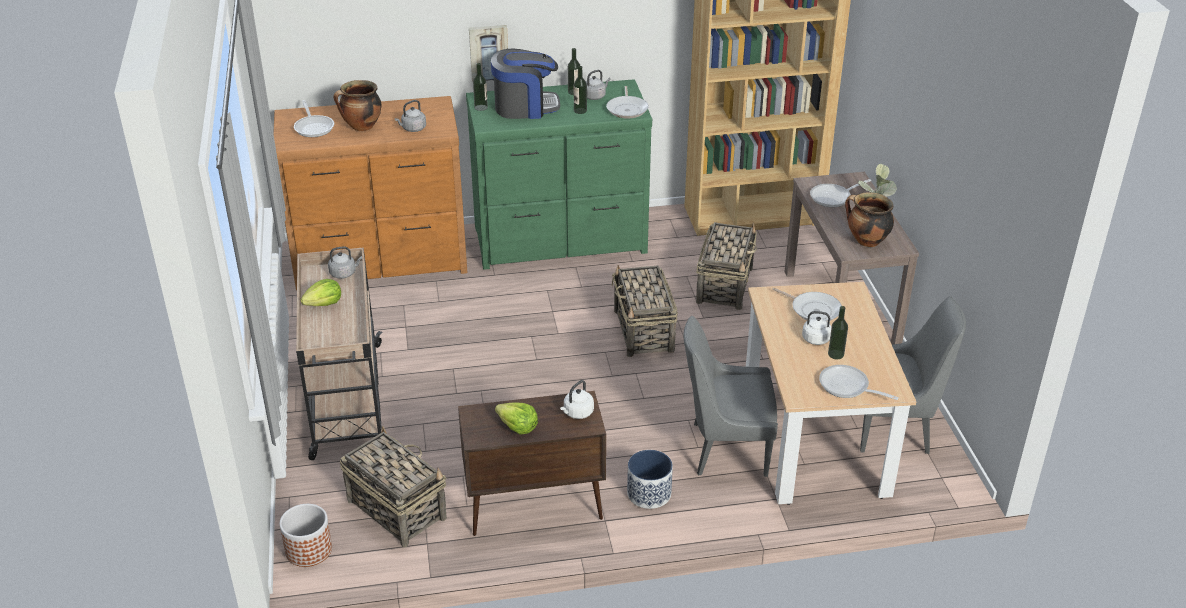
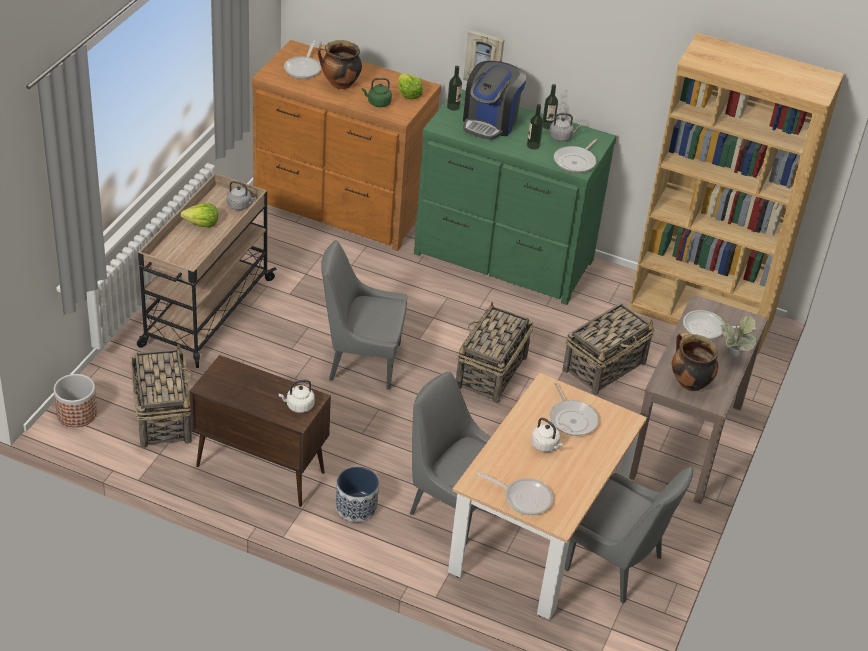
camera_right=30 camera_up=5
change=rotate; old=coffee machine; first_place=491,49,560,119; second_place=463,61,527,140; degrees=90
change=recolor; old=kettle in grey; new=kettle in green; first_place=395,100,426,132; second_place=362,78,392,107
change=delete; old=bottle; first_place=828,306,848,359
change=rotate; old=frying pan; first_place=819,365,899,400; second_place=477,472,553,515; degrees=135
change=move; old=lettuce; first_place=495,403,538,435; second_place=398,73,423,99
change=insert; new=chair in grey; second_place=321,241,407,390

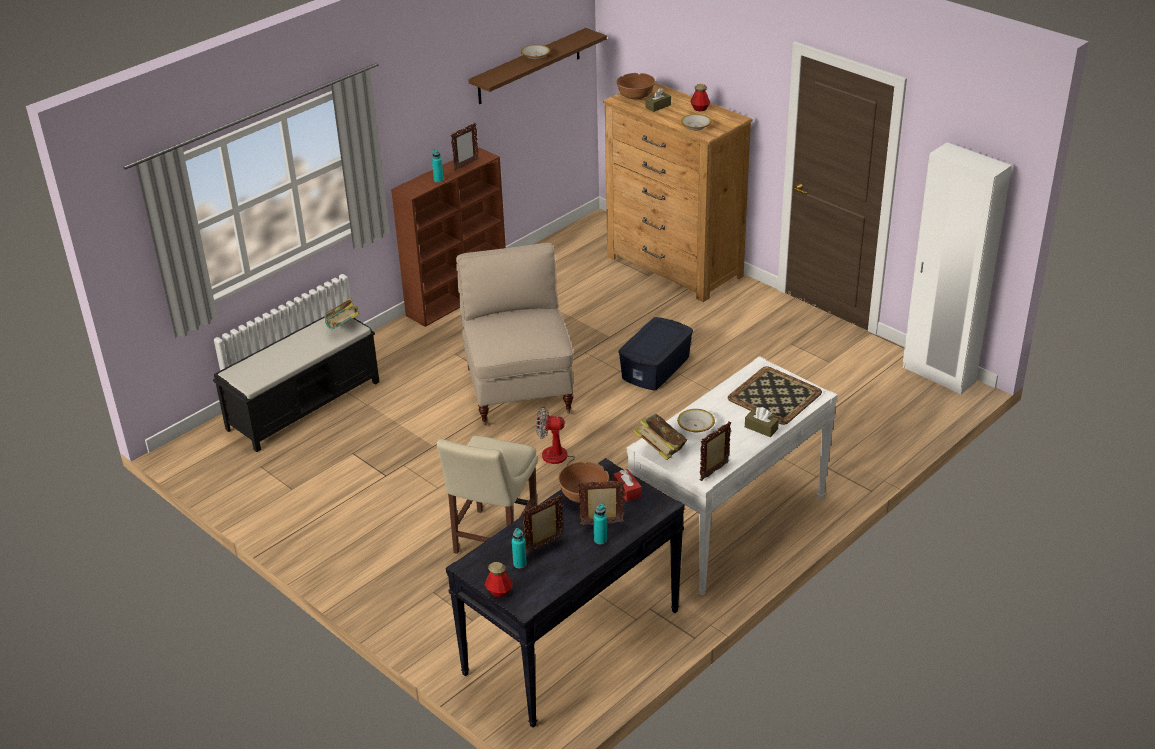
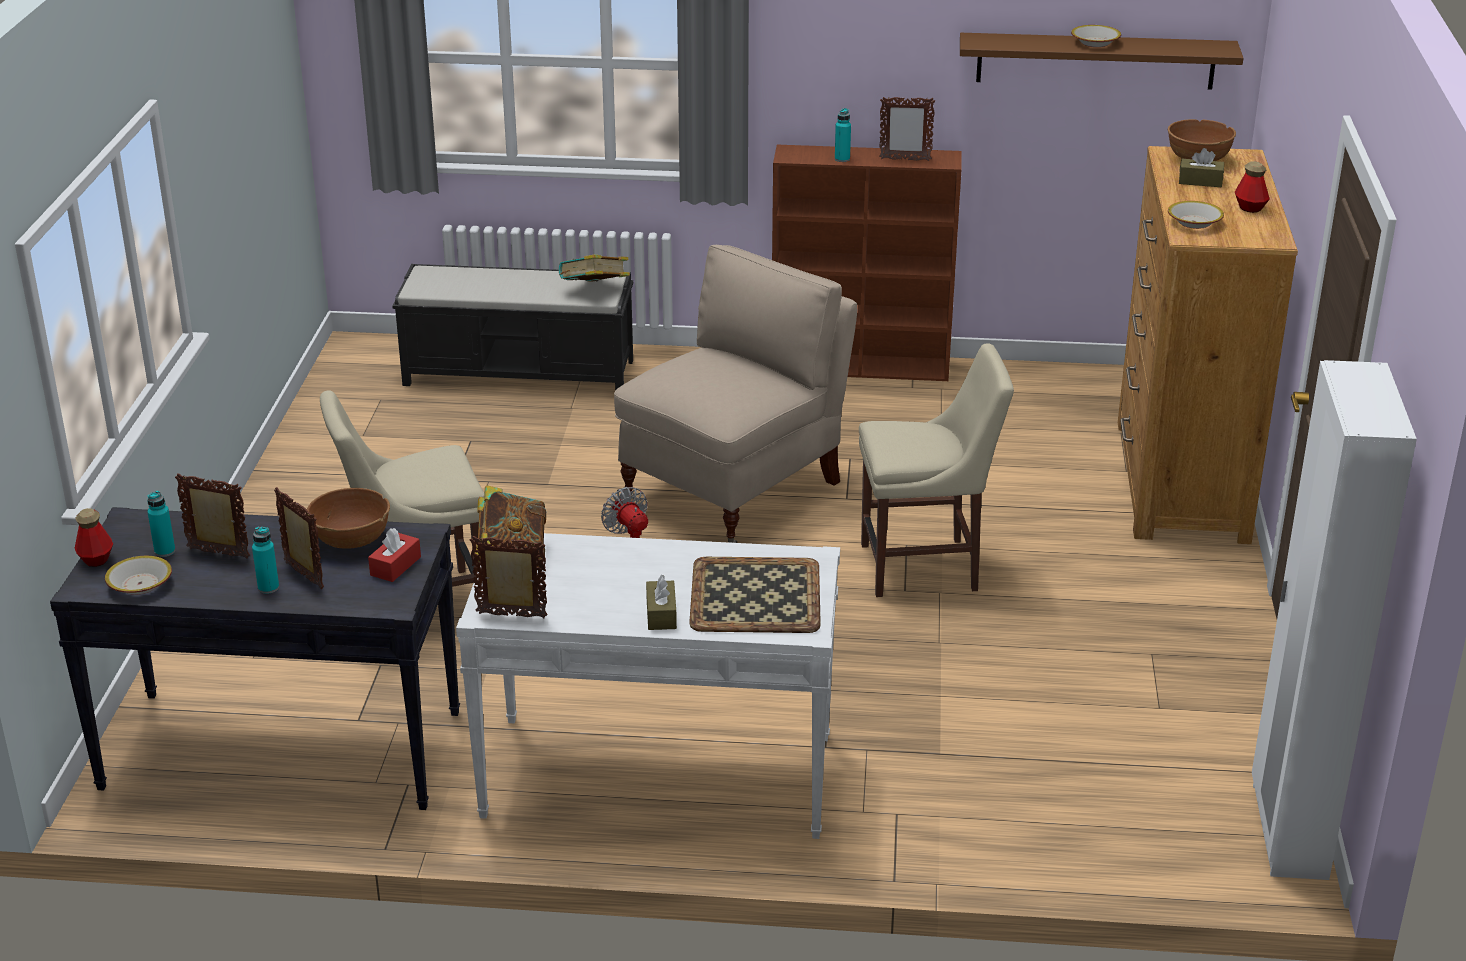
camera_right=50 camera_up=-5
change=replace; old=storage box in blue; new=chair in beige; first_place=618,317,693,390; second_place=859,343,1014,597
change=move; old=bowl; first_place=677,409,715,433; second_place=105,556,172,595

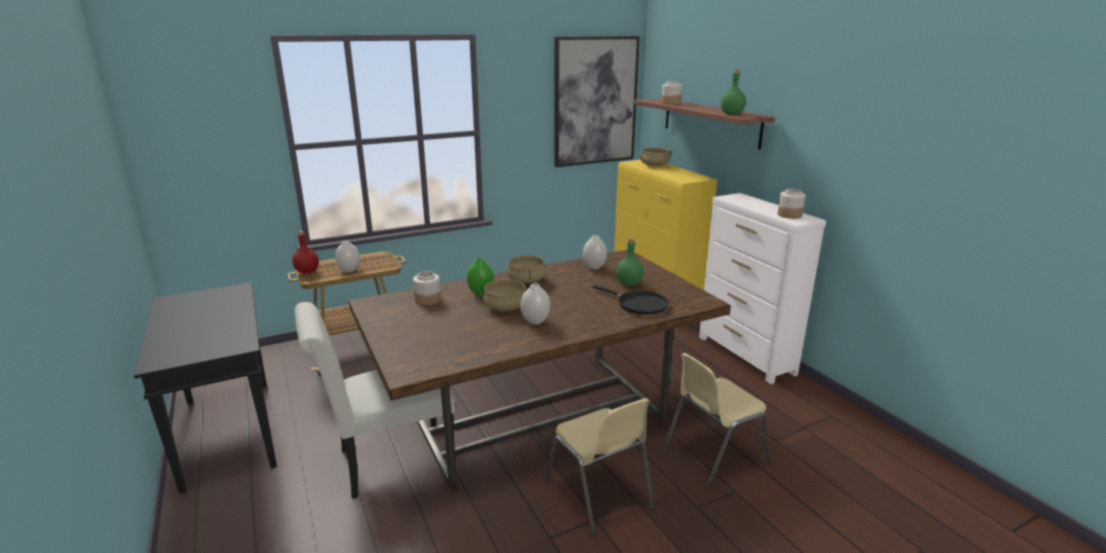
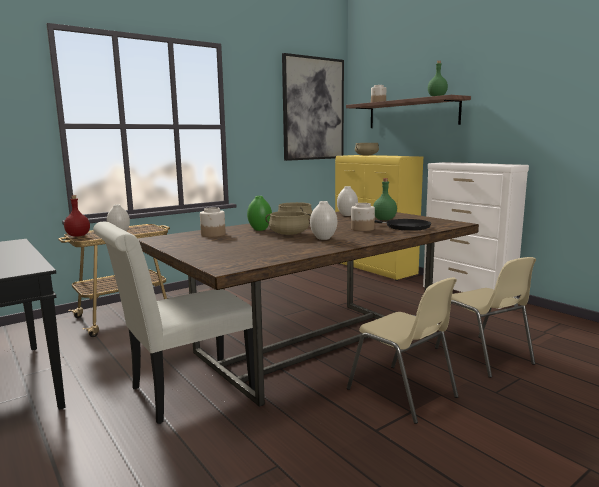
camera_right=-10 camera_up=-10
change=move; old=jar; first_place=778,189,805,219; second_place=351,203,375,231
change=rotate; old=chair in beige; first_place=663,353,770,489; second_place=435,257,536,378; degrees=-75

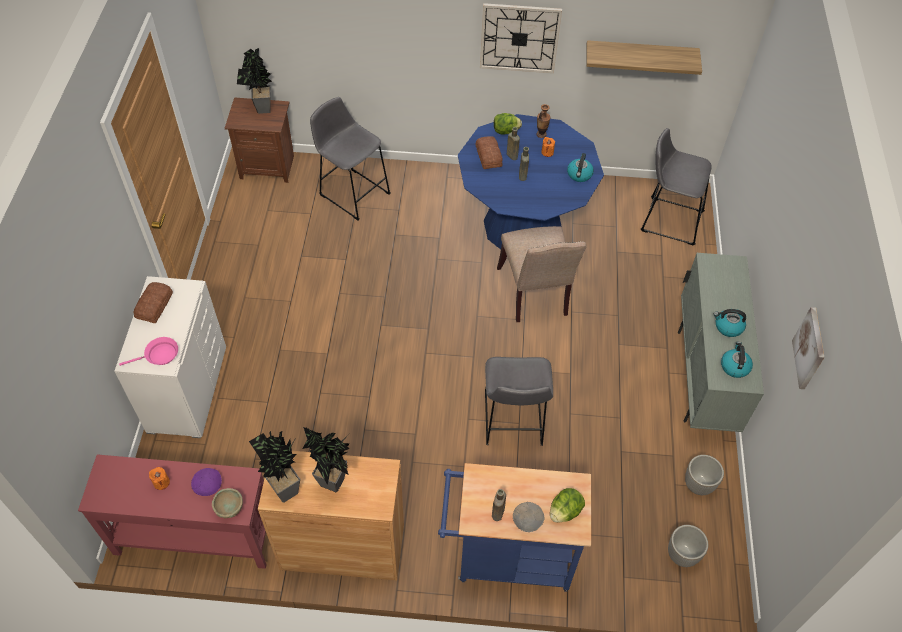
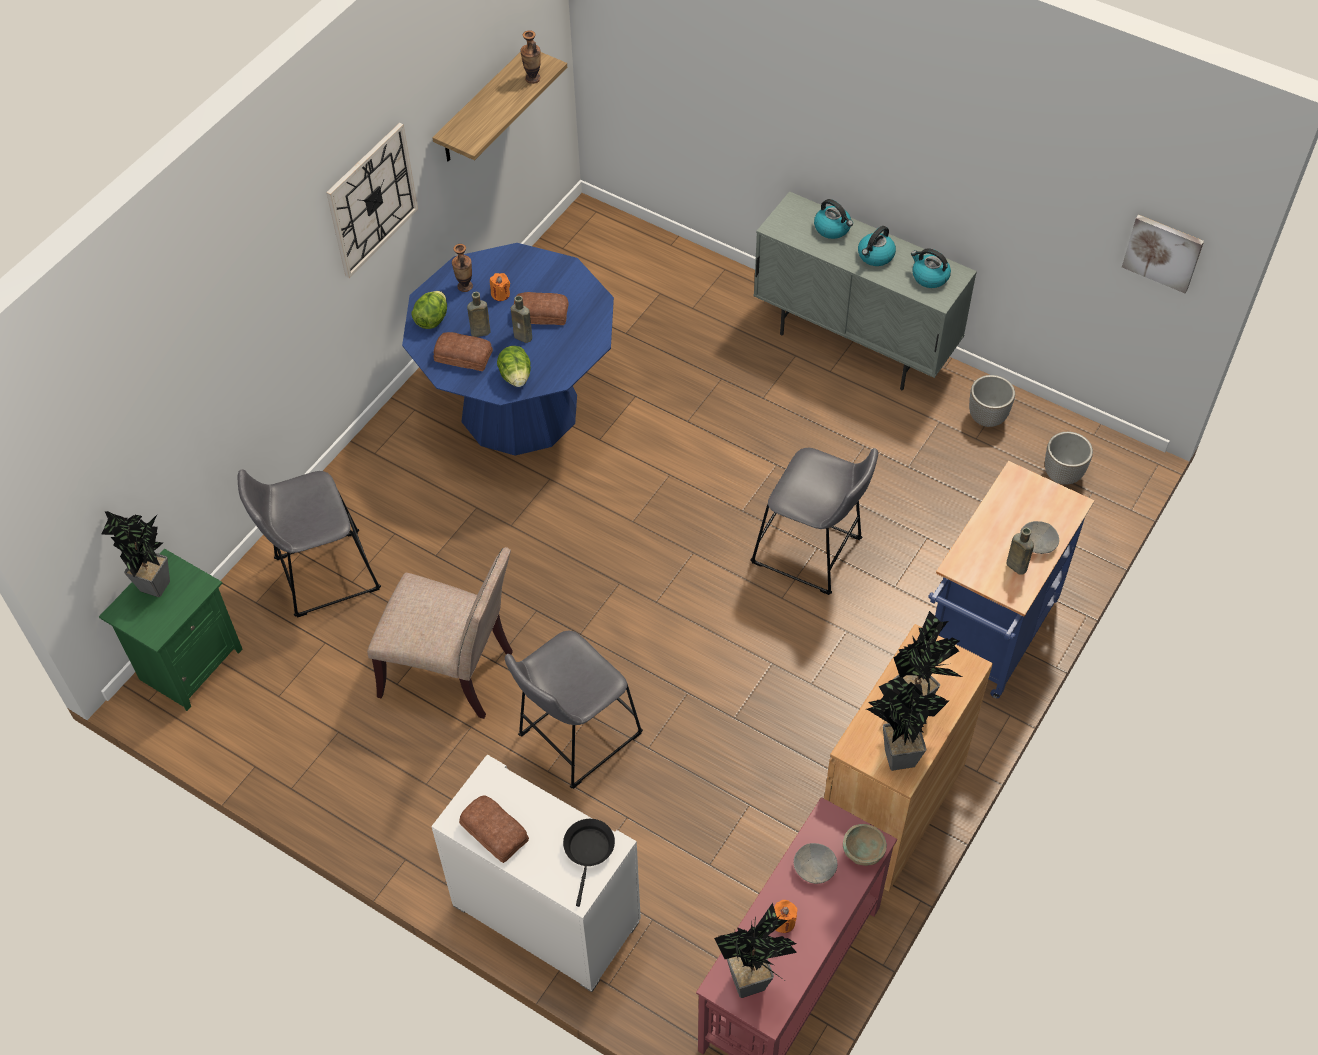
camera_right=-60 camera_up=0
change=recolor; old=nightstand in brown; new=nightstand in green; first_place=225,97,294,183; second_place=99,549,243,711
change=move; old=stool in grey; first_place=641,128,712,246; second_place=505,631,643,789
change=move; old=kettle; first_place=567,153,594,182; second_place=814,199,853,239
change=move; old=chair in beige; first_place=497,226,586,322; second_place=367,547,513,719
change=move; old=picture; first_place=792,307,825,389; second_place=1122,215,1204,293
change=recolor; old=frying pan in pink; new=frying pan in black; first_place=119,337,178,366; second_place=563,819,615,907
change=recolor; old=bowl in purple; new=bowl in grey; first_place=191,468,222,496; second_place=794,843,837,884
change=move; old=lettuce; first_place=550,488,585,523; second_place=497,346,531,387
change=insert; new=vase; second_place=520,30,541,84
change=insert; new=bread; second_place=514,292,569,325
change=insert; new=potted plant; second_place=714,903,797,998

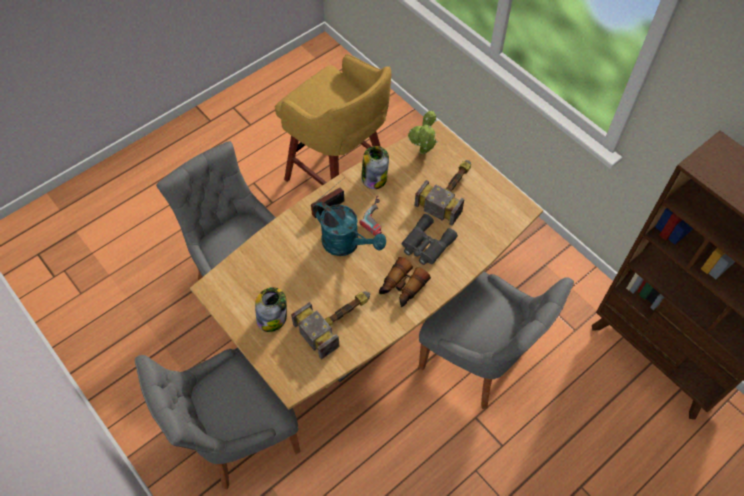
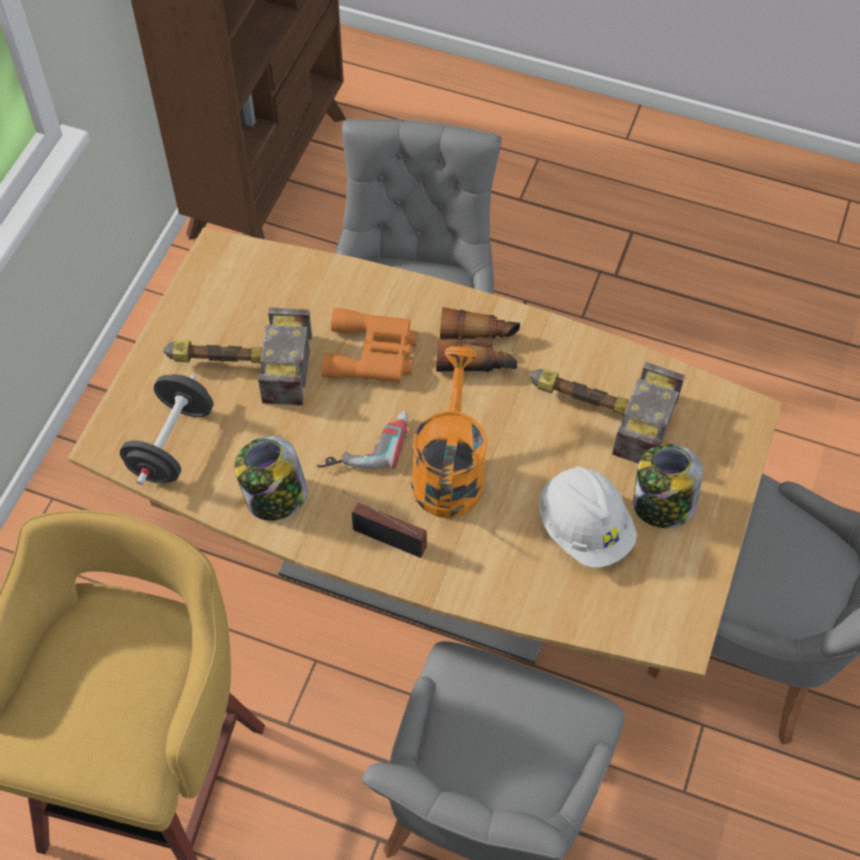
camera_right=-120 camera_up=0
change=replace; old=potted plant; new=dumbbell in black; first_place=408,109,438,155; second_place=120,374,213,485
change=recolor; old=watering can in turquoise; new=watering can in orange; first_place=313,202,386,256; second_place=411,346,487,518
change=recolor; old=binoculars in grey; new=binoculars in orange; first_place=402,214,458,265; second_place=322,308,418,383
change=insert; new=hard hat in white; second_place=539,466,637,568

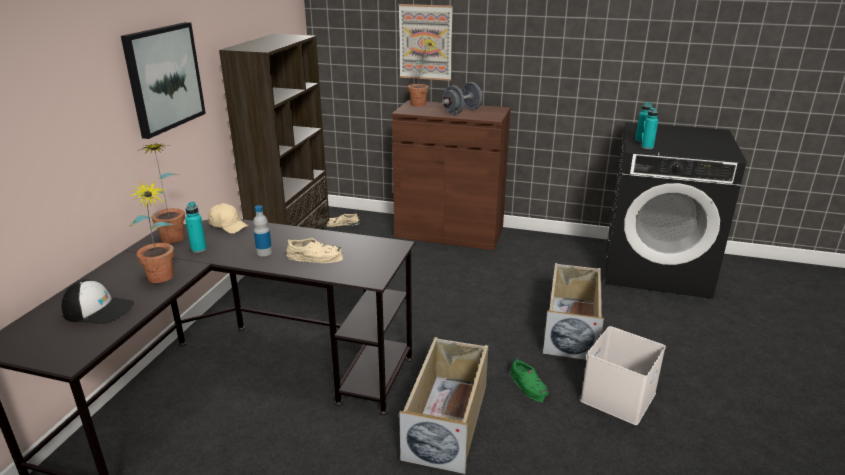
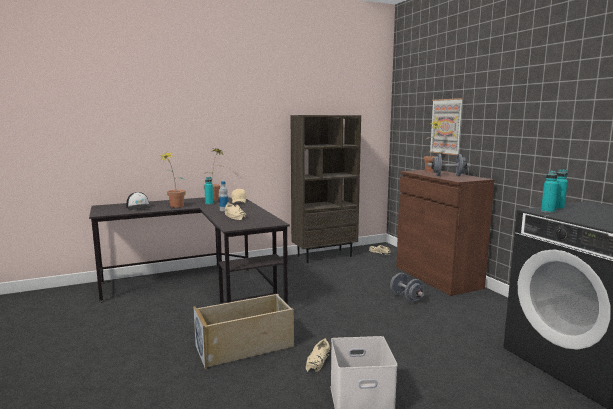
camera_right=50 camera_up=-15
change=delete; old=picture; first_place=121,22,206,139
change=delete; old=storage box in beige; first_place=543,263,604,360
change=recolor; old=shoe in green; new=shoe in beige; first_place=510,358,549,402; second_place=306,337,331,372
change=insert; new=dumbbell in grey; second_place=390,273,424,303

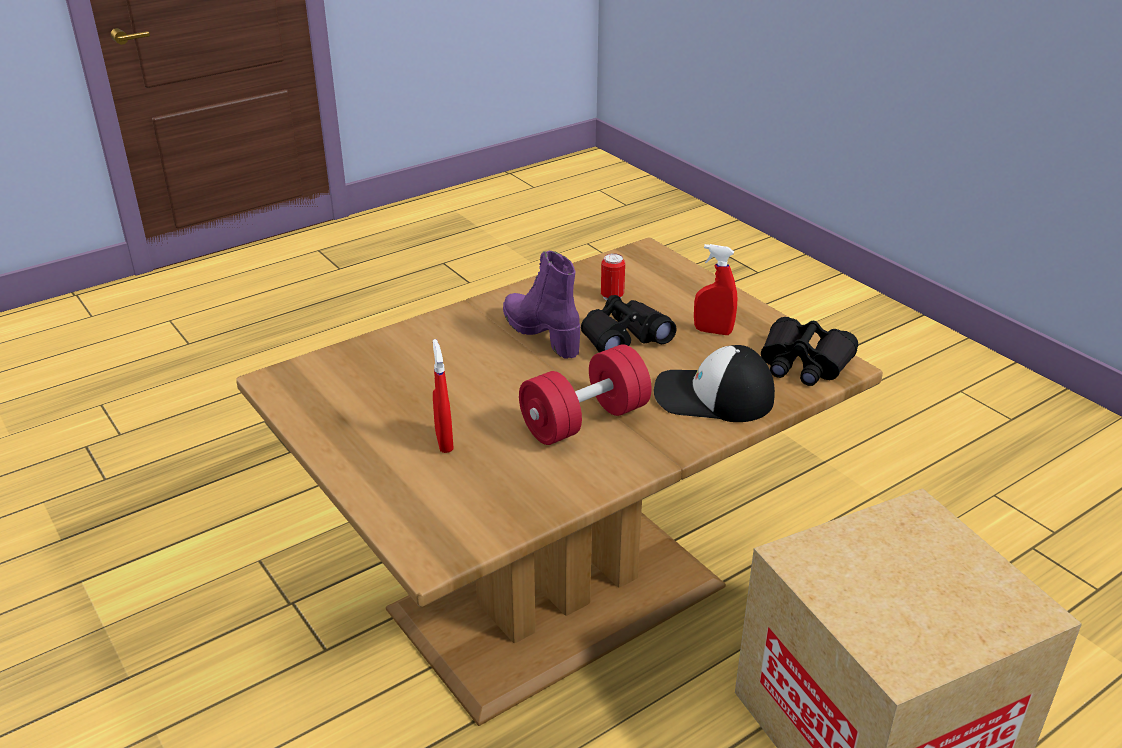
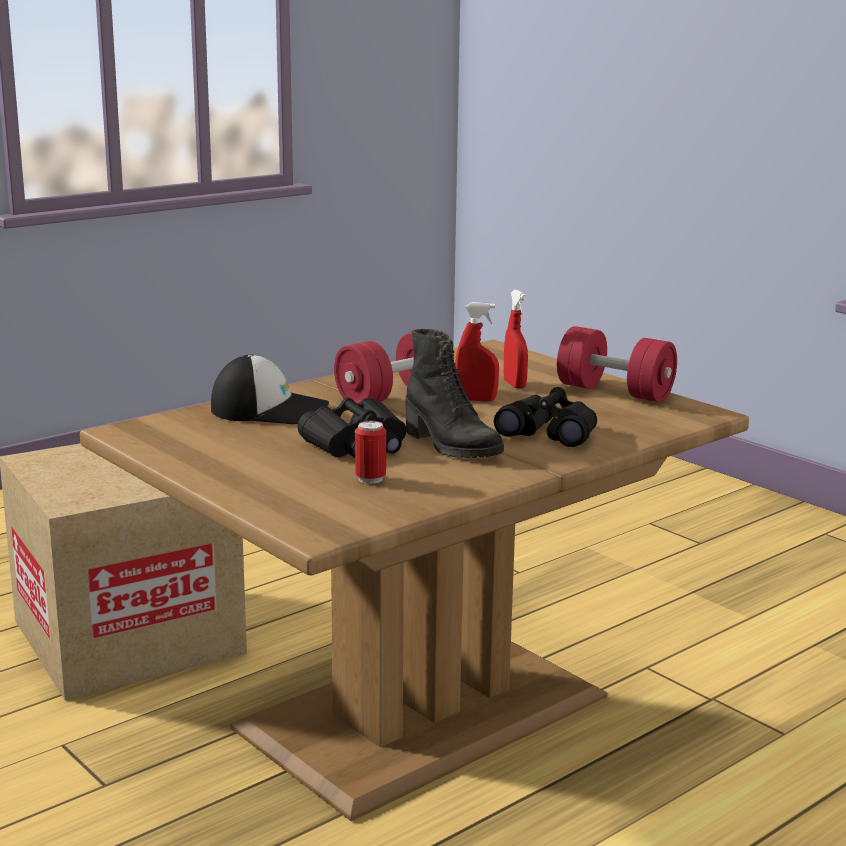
camera_right=175 camera_up=-15
change=move; old=spray bottle in red; first_place=694,244,737,335; second_place=455,302,499,402
change=recolor; old=boot in purple; new=boot in black; first_place=503,251,580,359; second_place=405,329,504,458
change=move; old=binoculars in black; first_place=761,317,858,386; second_place=494,387,597,447
change=insert; new=dumbbell in red; second_place=557,326,677,402

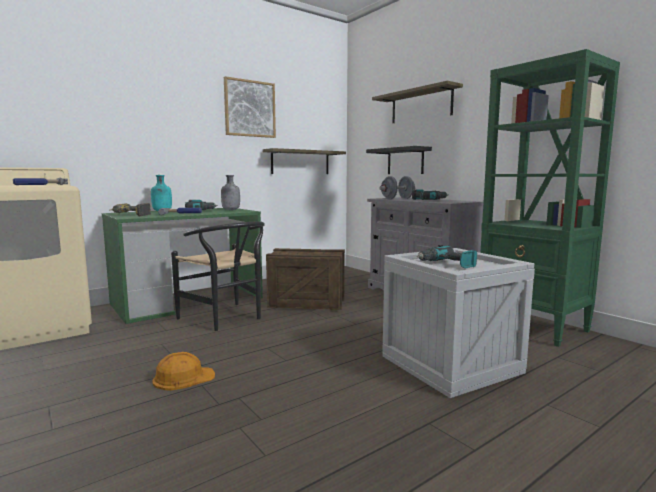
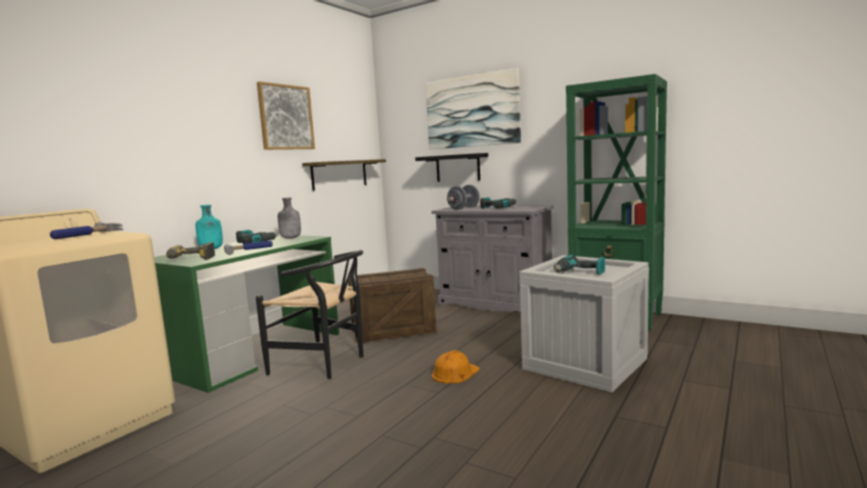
camera_right=-20 camera_up=0
change=replace; old=shelf; new=picture; first_place=372,81,463,123; second_place=426,68,521,149
change=move; old=hard hat in orange; first_place=152,352,215,391; second_place=432,350,480,383

